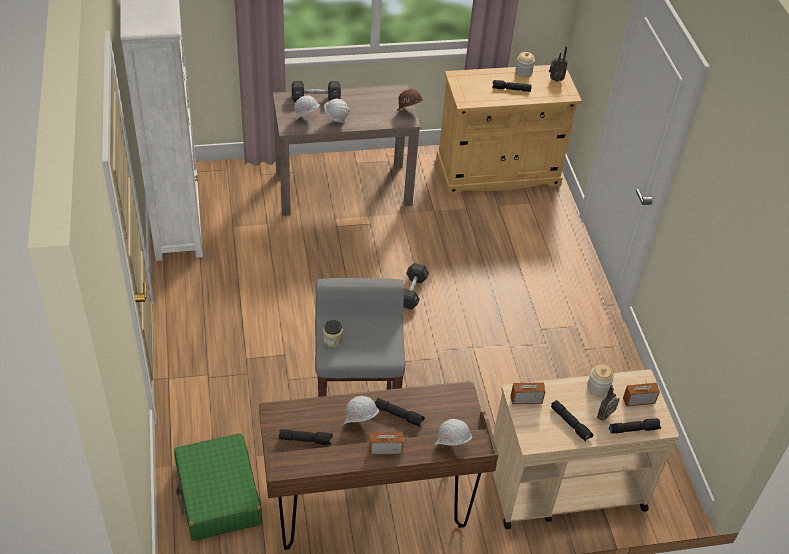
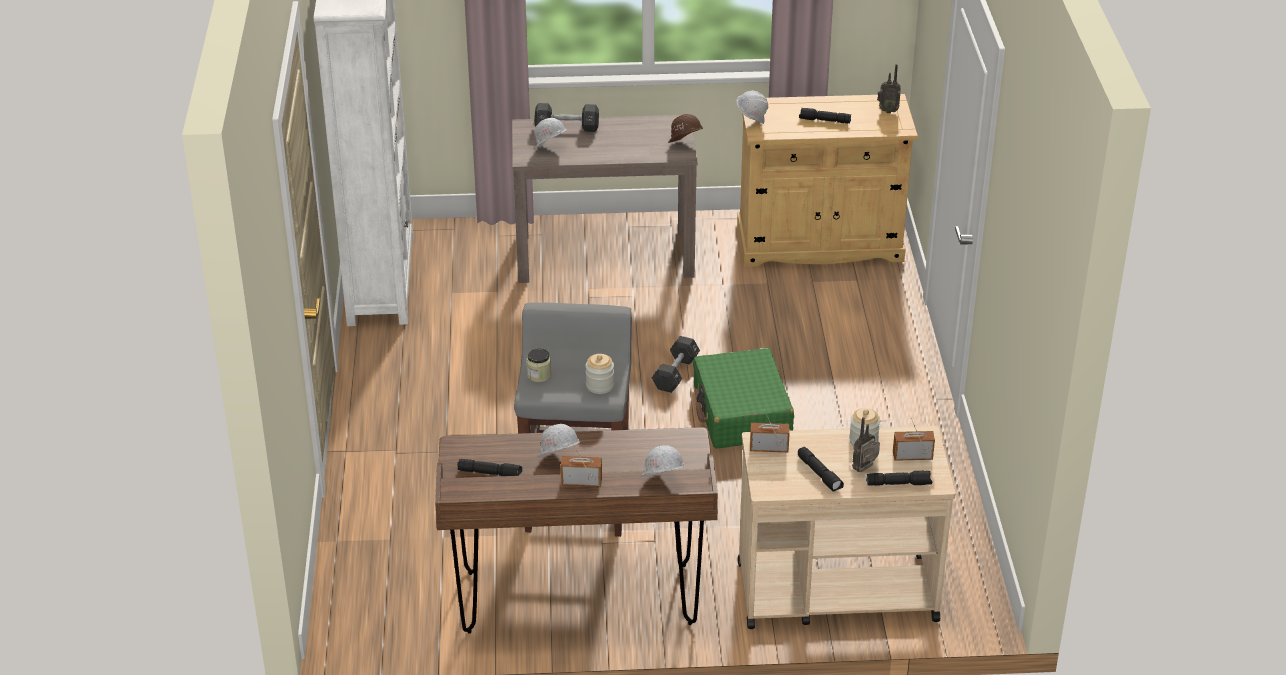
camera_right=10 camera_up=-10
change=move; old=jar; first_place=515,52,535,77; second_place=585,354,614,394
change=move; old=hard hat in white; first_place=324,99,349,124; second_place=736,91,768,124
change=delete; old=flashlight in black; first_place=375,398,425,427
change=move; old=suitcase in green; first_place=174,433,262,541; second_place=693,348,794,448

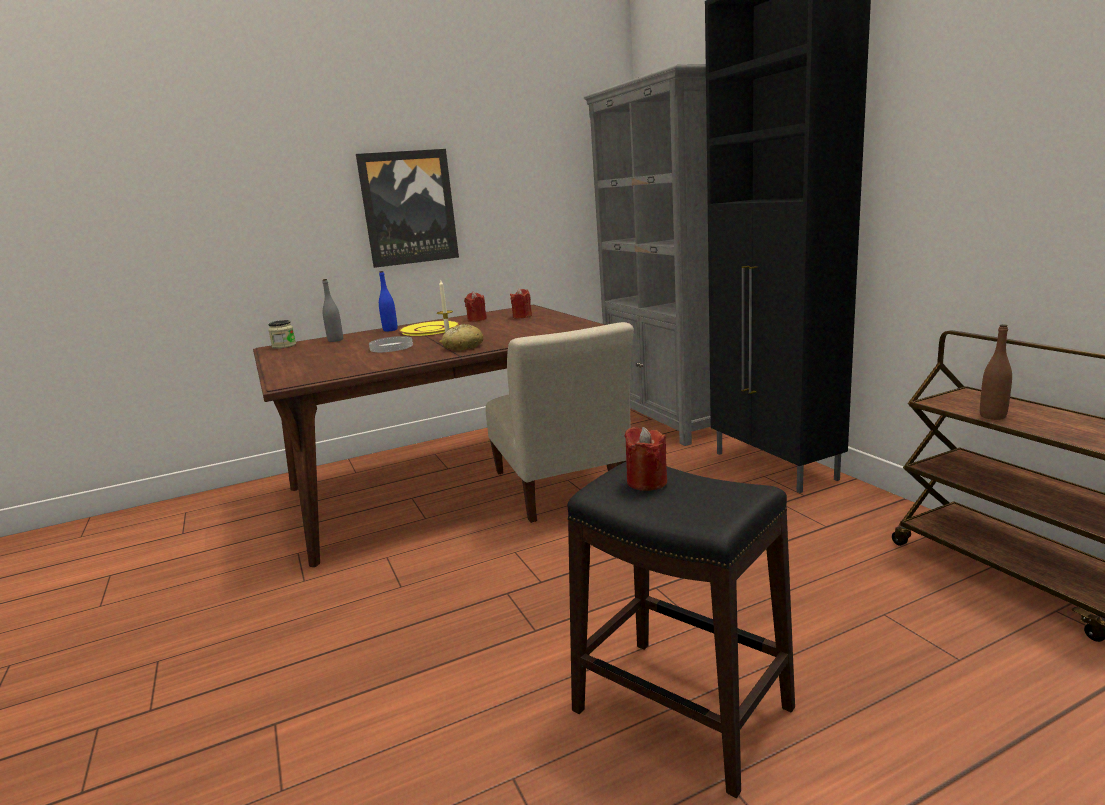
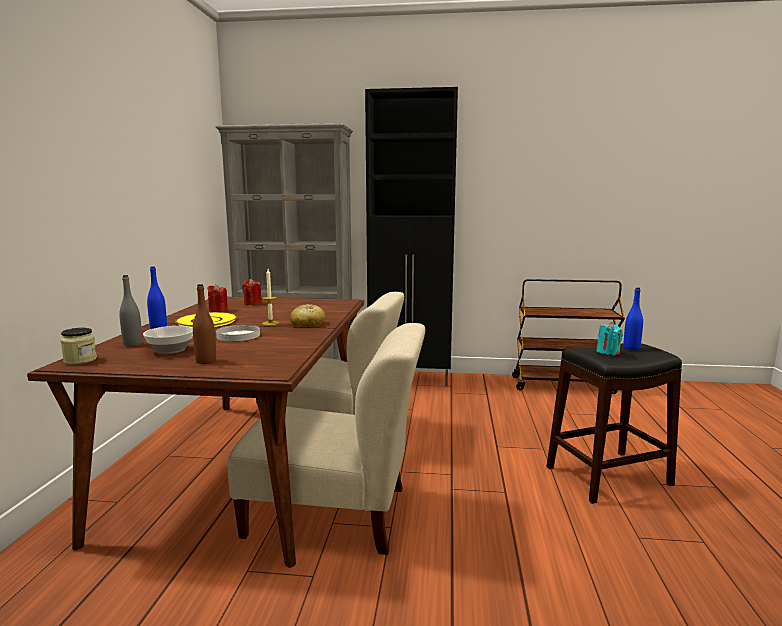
camera_right=-60 camera_up=-5
change=delete; old=picture; first_place=356,149,459,268
change=move; old=bottle in brown; first_place=980,324,1012,420; second_place=193,284,216,364
change=recolor; old=candle in red; new=candle in turquoise; first_place=624,427,667,491; second_place=596,322,623,355
change=insert; new=bottle in blue; second_place=624,287,643,350
change=insert; new=chair in beige; second_place=228,323,425,555
change=insert; new=bowl; second_place=143,326,193,354

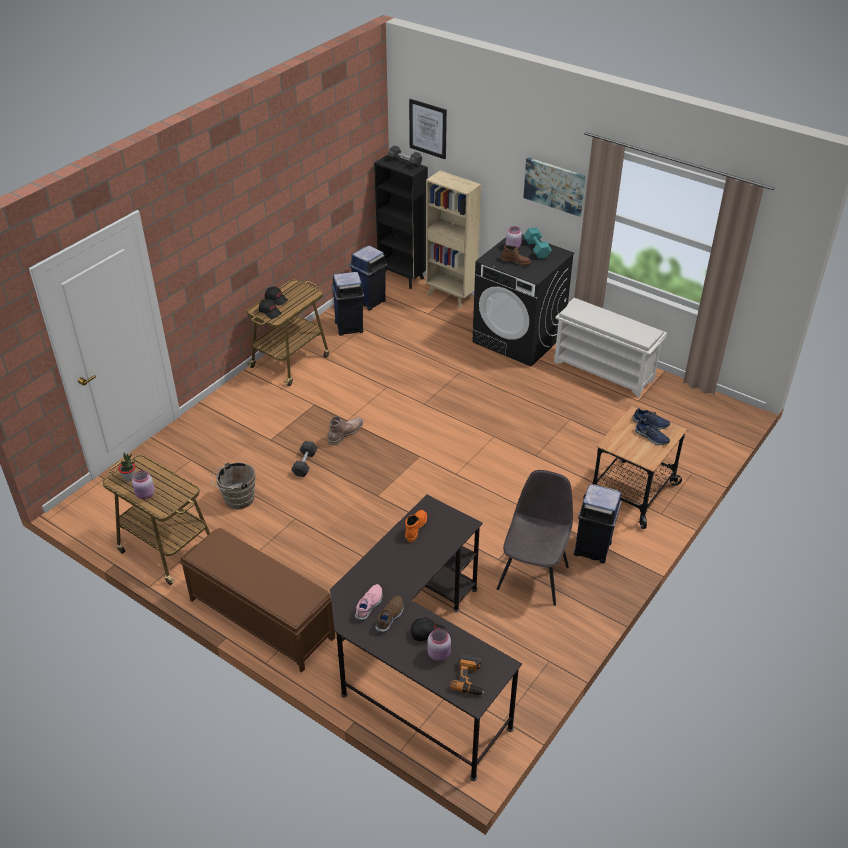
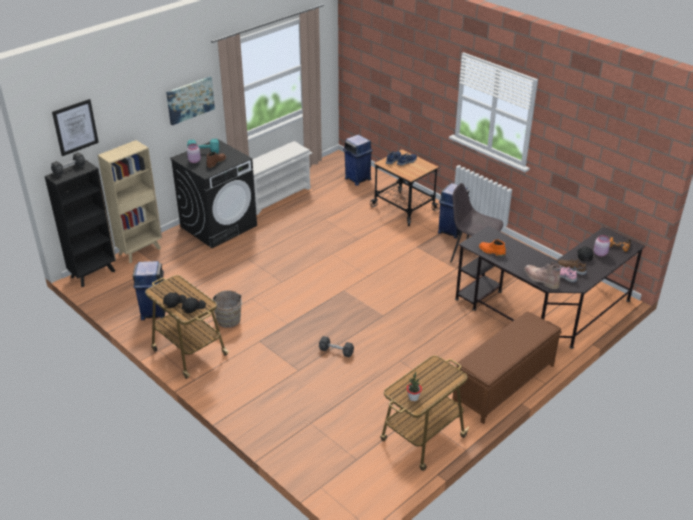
camera_right=-80 camera_up=-5
change=move; old=trash can in blue; first_place=349,246,387,311; second_place=343,135,373,186
change=move; old=boot in brown; first_place=327,416,363,446; second_place=524,262,561,289
change=move; old=bucket in brown; first_place=211,462,256,510; second_place=212,290,242,328
change=delete; old=jar in pink; first_place=132,471,155,499

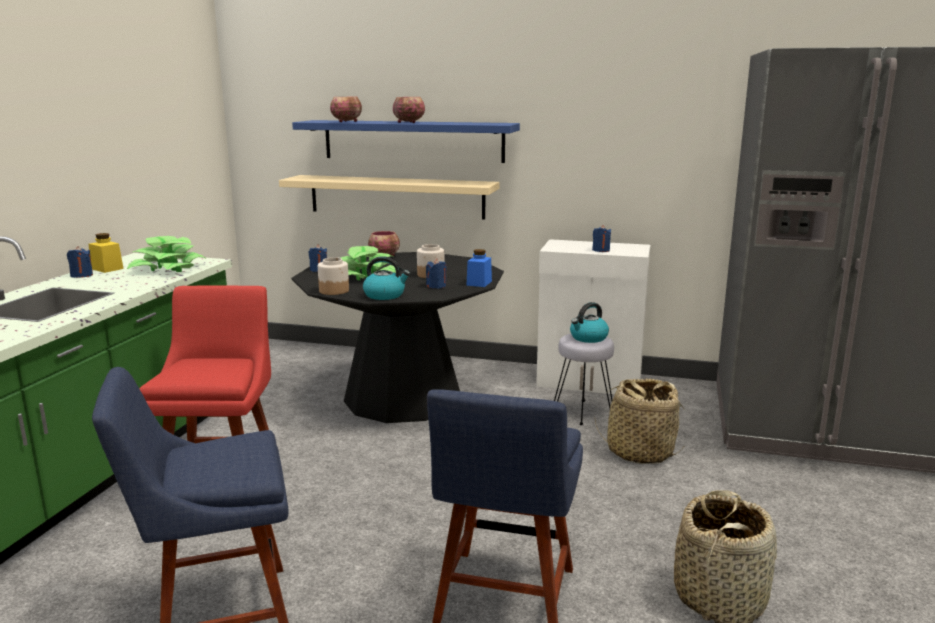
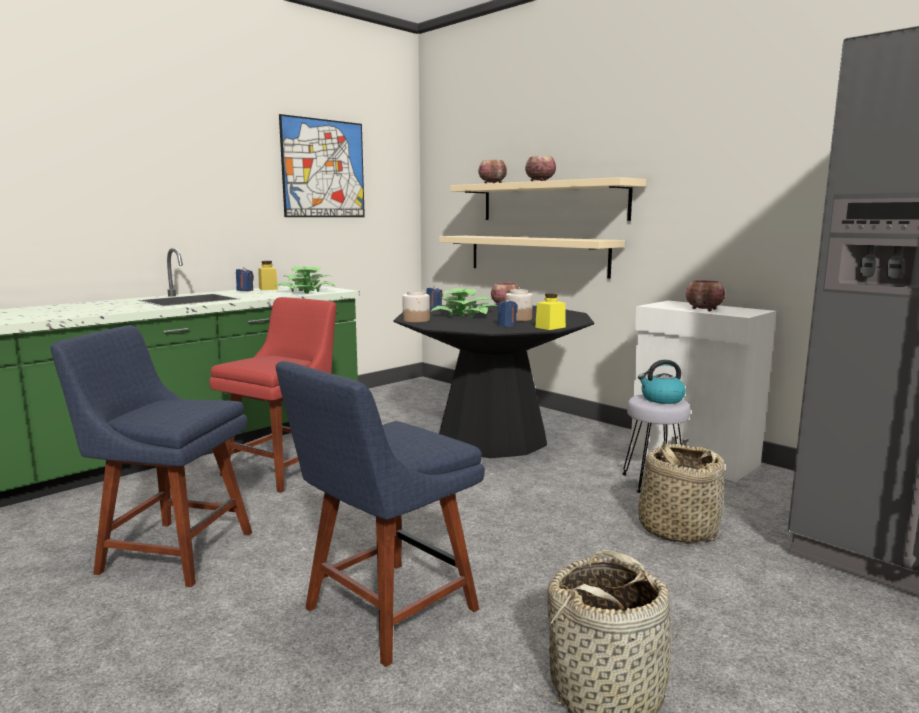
camera_right=30 camera_up=-5
change=recolor; old=shelf in blue; new=shelf in beige; first_place=292,120,520,163; second_place=450,177,646,221
change=replace; old=candle in blue; new=bowl; first_place=592,225,611,252; second_place=686,280,725,311
change=recolor; old=jar in blue; new=jar in yellow; first_place=466,249,492,287; second_place=535,293,566,330
change=delete; old=kettle; first_place=363,256,410,300
change=insert; new=picture; second_place=279,114,365,217

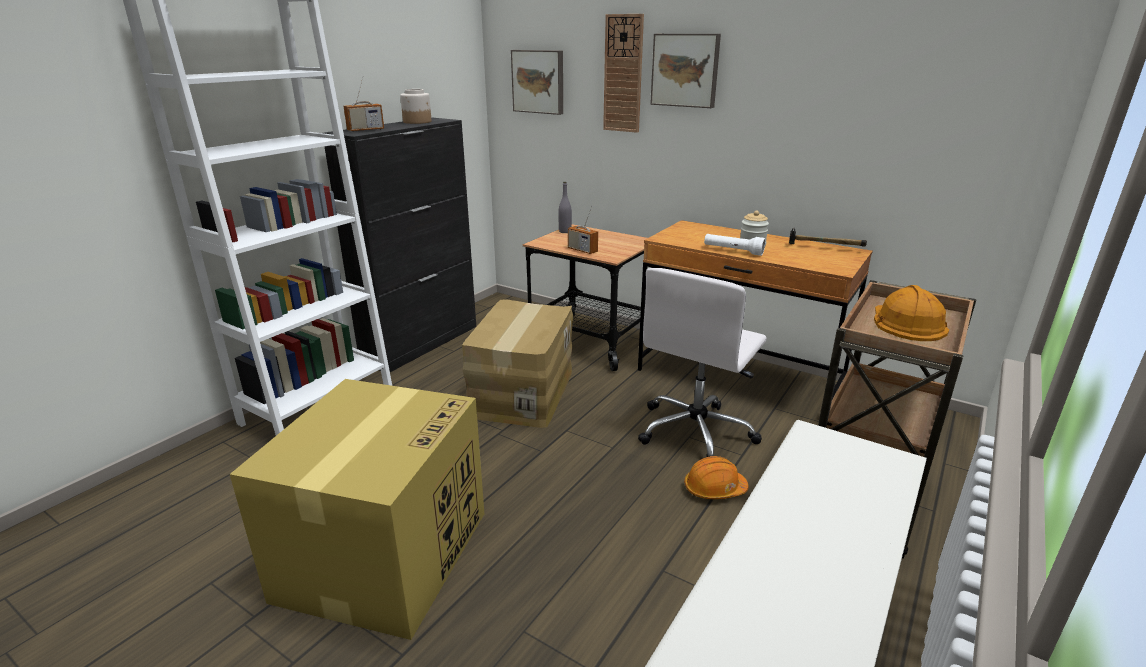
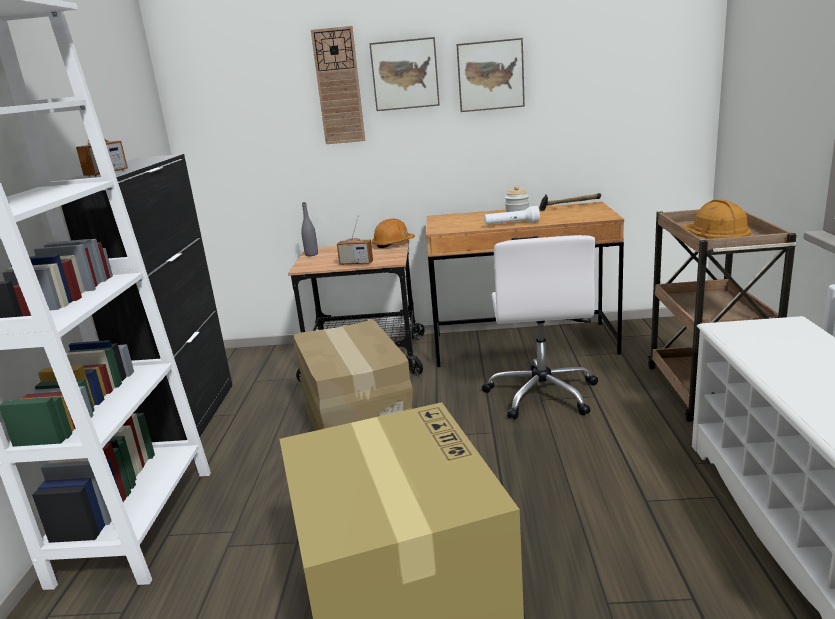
camera_right=-30 camera_up=-5
change=move; old=picture; first_place=511,50,563,115; second_place=457,38,525,112
change=delete; old=jar; first_place=400,89,432,124
change=move; old=hard hat in orange; first_place=684,456,749,499; second_place=372,218,415,248

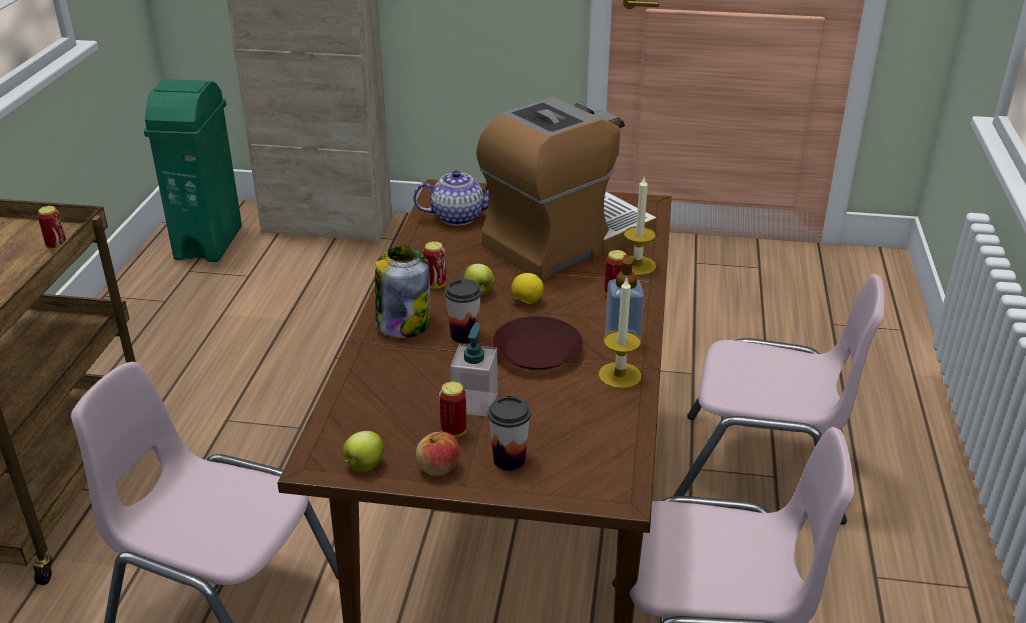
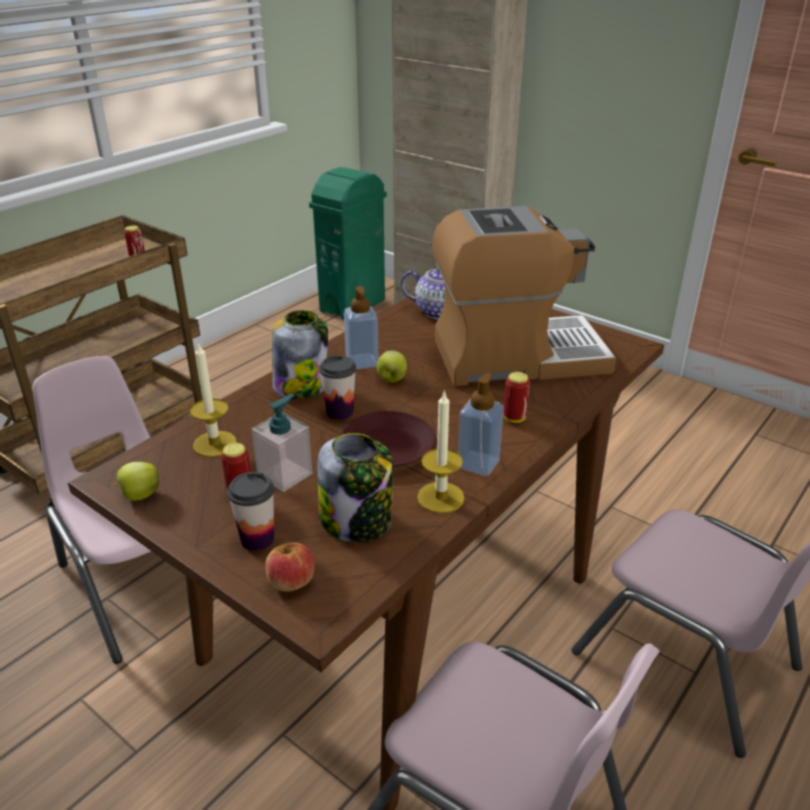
camera_right=30 camera_up=0
change=move; old=candle; first_place=624,175,656,275; second_place=190,342,237,457
change=replace; old=can; new=soap dispenser; first_place=423,241,446,289; second_place=344,286,379,369
change=delete; old=lemon; first_place=511,273,543,304
change=move; old=apple; first_place=416,432,460,476; second_place=265,542,315,592
change=insert; new=jar; second_place=317,433,393,542

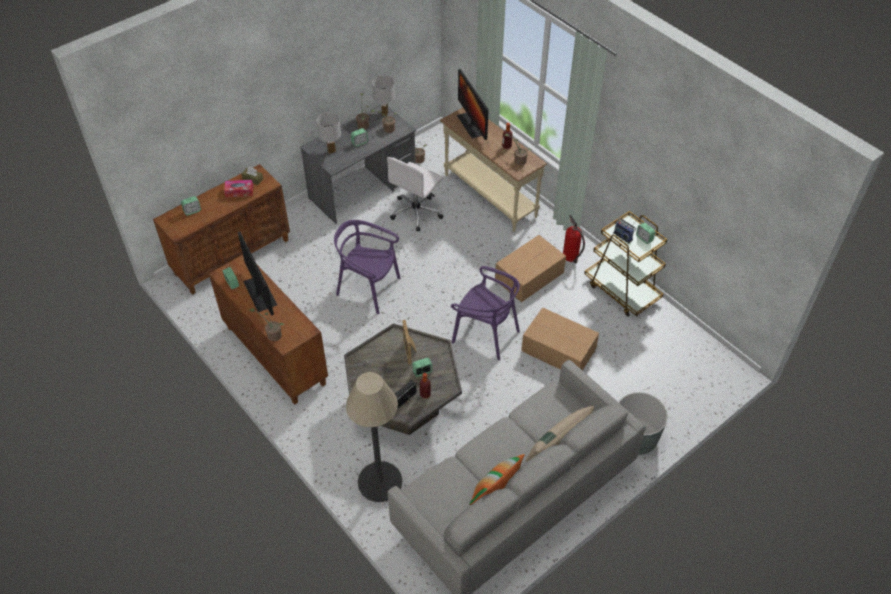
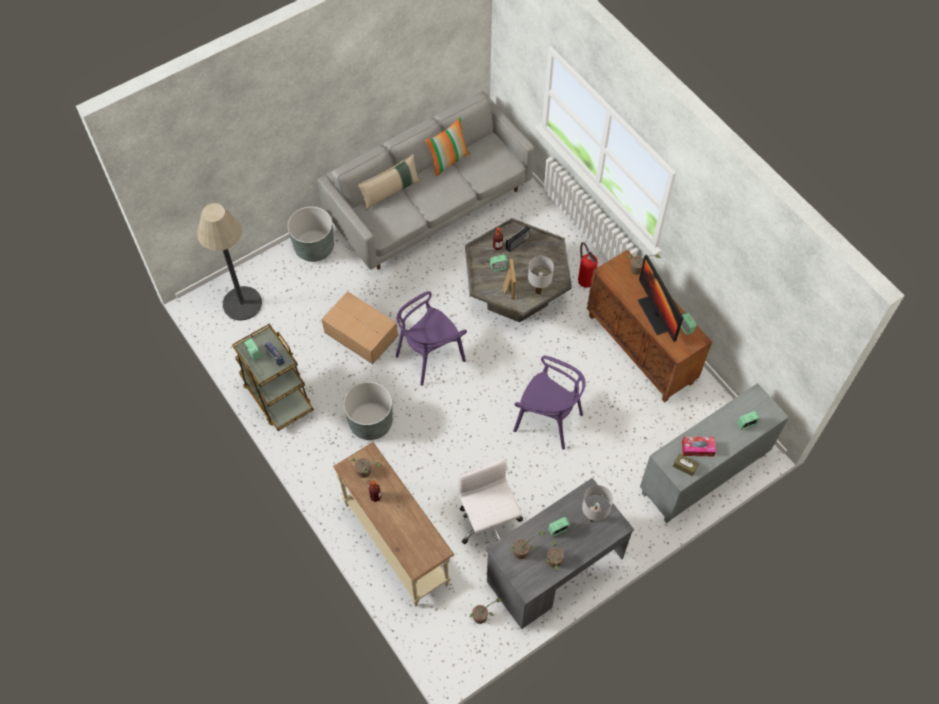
camera_right=-175 camera_up=10
change=delete; old=monitor; first_place=457,69,489,140
change=move; old=table lamp in white; first_place=372,75,395,116; second_place=528,256,554,295
change=rotate; old=office chair in white; first_place=387,157,443,232; second_place=458,458,523,544; degrees=-60
change=recolor; old=cabinet in brown; new=cabinet in grey; first_place=153,164,290,295; second_place=640,383,789,523
change=move; old=fire extinguisher; first_place=563,215,585,263; second_place=578,242,598,288
change=replace; old=cardboard box; new=planter in grey; first_place=495,235,566,302; second_place=343,382,393,440
change=rotate; old=chair in purple; first_place=451,266,520,360; second_place=396,291,467,386; degrees=-75
change=move; old=floor lamp; first_place=346,372,402,502; second_place=197,203,262,321

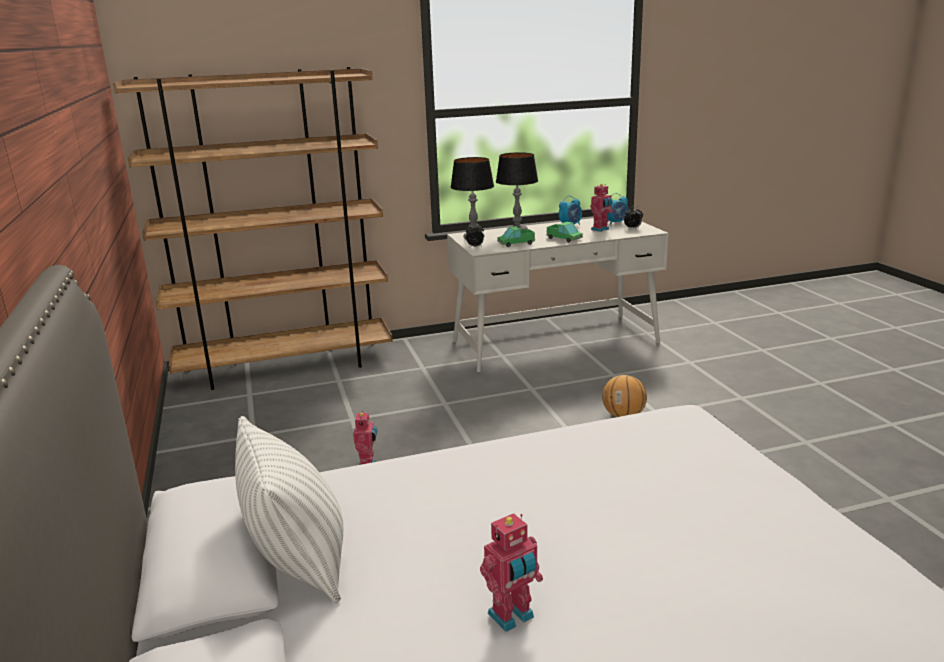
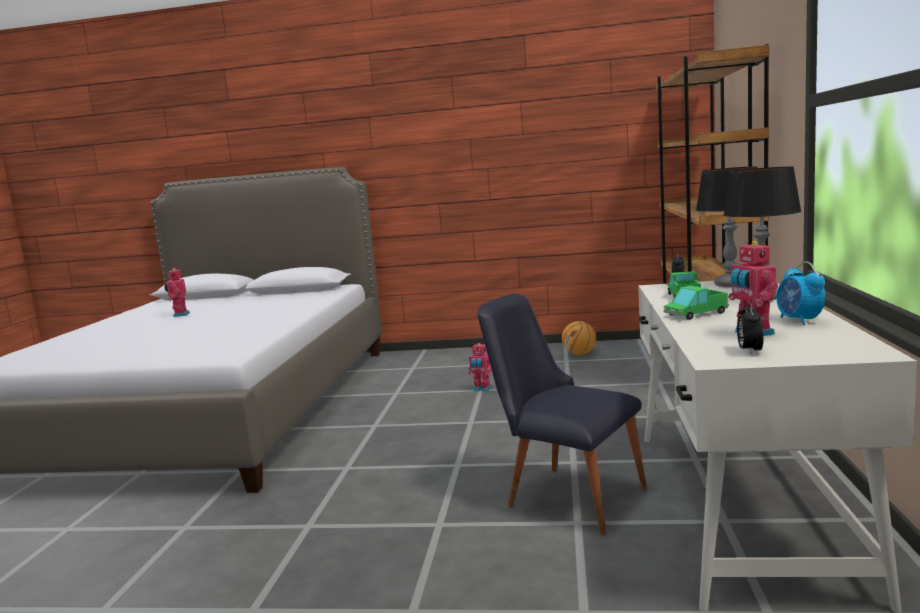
camera_right=115 camera_up=-10
change=delete; old=alarm clock; first_place=607,193,628,225
change=move; old=basketball; first_place=602,375,647,417; second_place=562,321,596,355
change=delete; old=pillow in white; first_place=235,416,343,603
change=insert; new=chair in black; second_place=477,294,647,535

